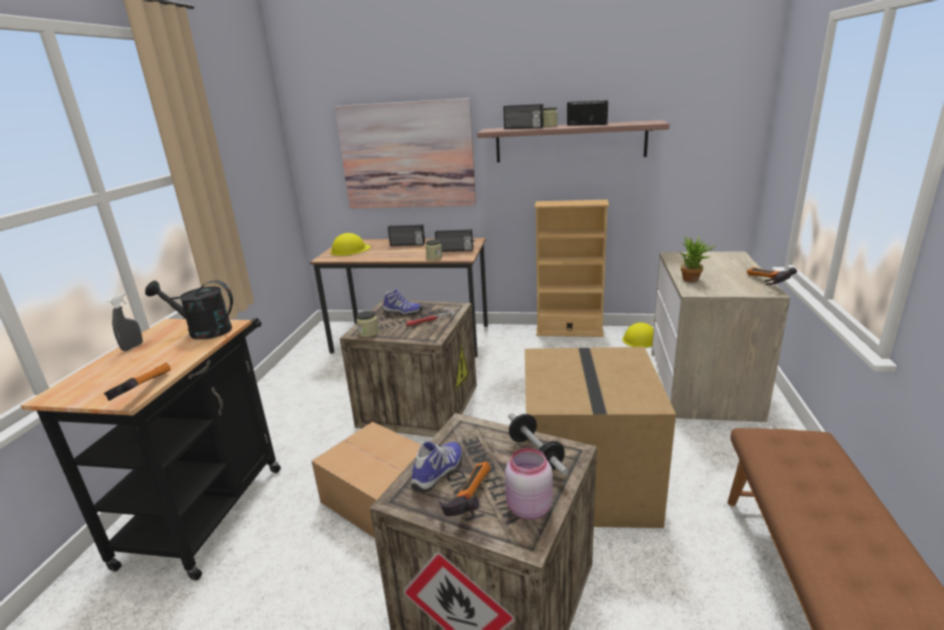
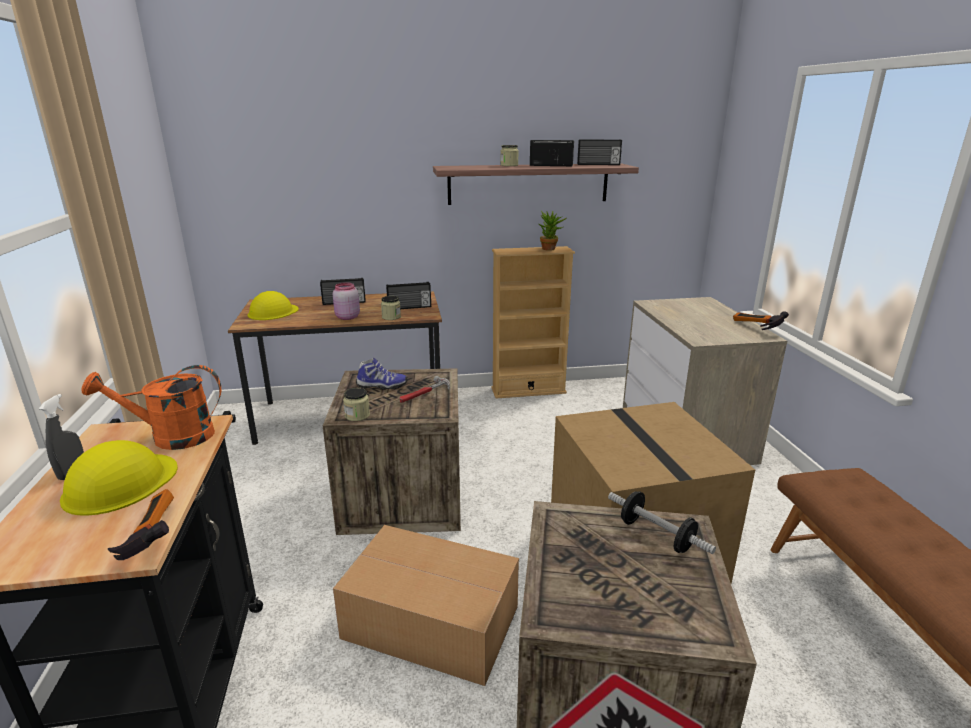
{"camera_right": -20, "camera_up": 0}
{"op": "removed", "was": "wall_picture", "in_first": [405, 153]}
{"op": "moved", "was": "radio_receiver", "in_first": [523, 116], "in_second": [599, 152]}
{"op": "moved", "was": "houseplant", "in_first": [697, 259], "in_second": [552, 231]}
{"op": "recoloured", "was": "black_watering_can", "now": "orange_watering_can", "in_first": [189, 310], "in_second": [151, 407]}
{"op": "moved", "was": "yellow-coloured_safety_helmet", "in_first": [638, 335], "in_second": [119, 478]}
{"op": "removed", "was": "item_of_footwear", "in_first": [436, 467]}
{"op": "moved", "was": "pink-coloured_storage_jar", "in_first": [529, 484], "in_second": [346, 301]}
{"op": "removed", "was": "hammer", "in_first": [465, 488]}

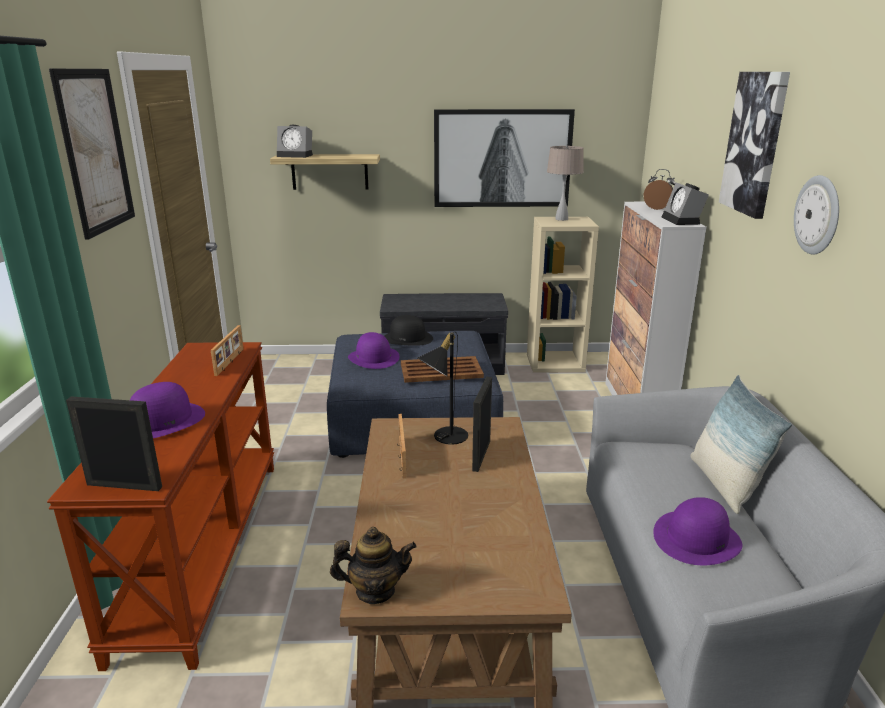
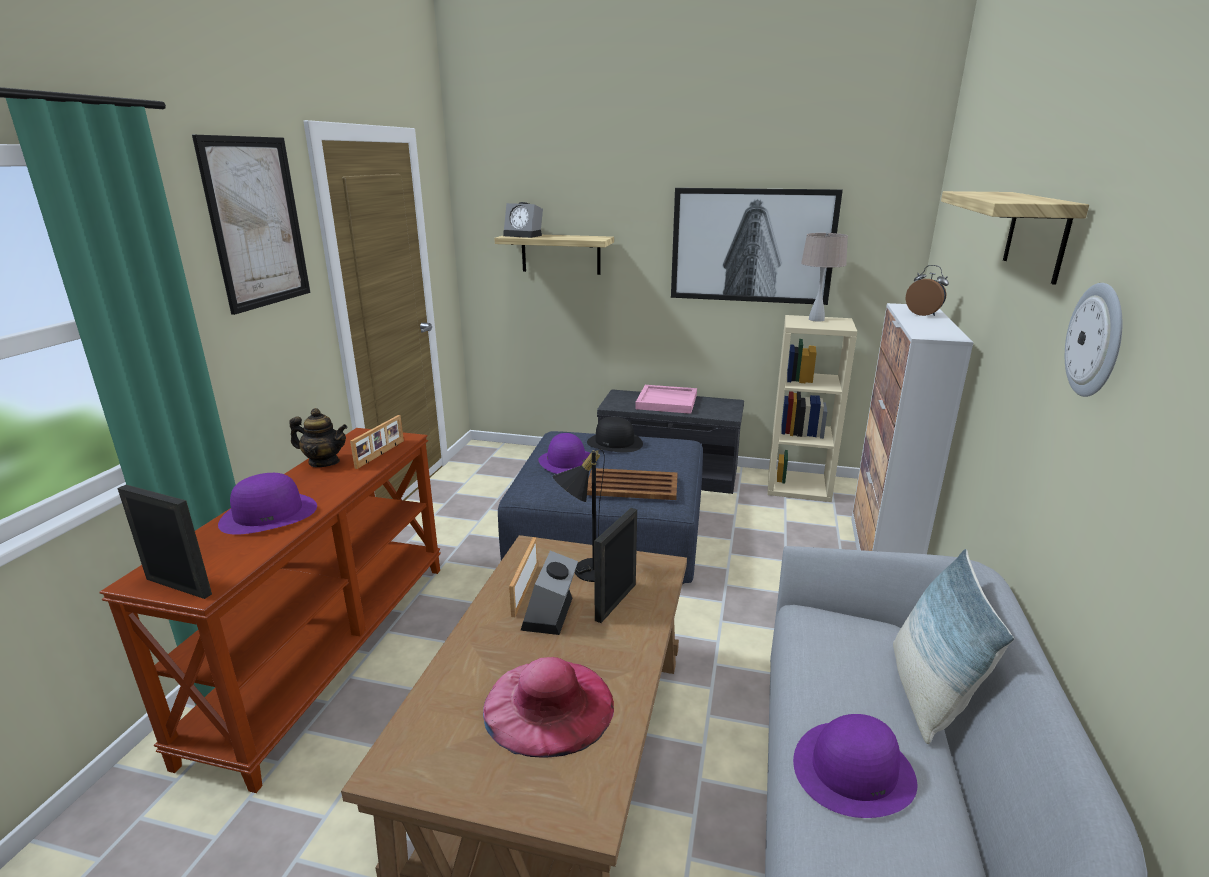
{"camera_right": 15, "camera_up": 0}
{"op": "replaced", "was": "wall_picture", "now": "shelf", "in_first": [754, 145], "in_second": [1015, 238]}
{"op": "moved", "was": "table_clock", "in_first": [685, 203], "in_second": [549, 592]}
{"op": "moved", "was": "pot_for_tea", "in_first": [373, 565], "in_second": [318, 437]}
{"op": "added", "now": "pink-coloured_tray", "in_second": [666, 399]}
{"op": "added", "now": "pink-coloured_hat", "in_second": [548, 707]}

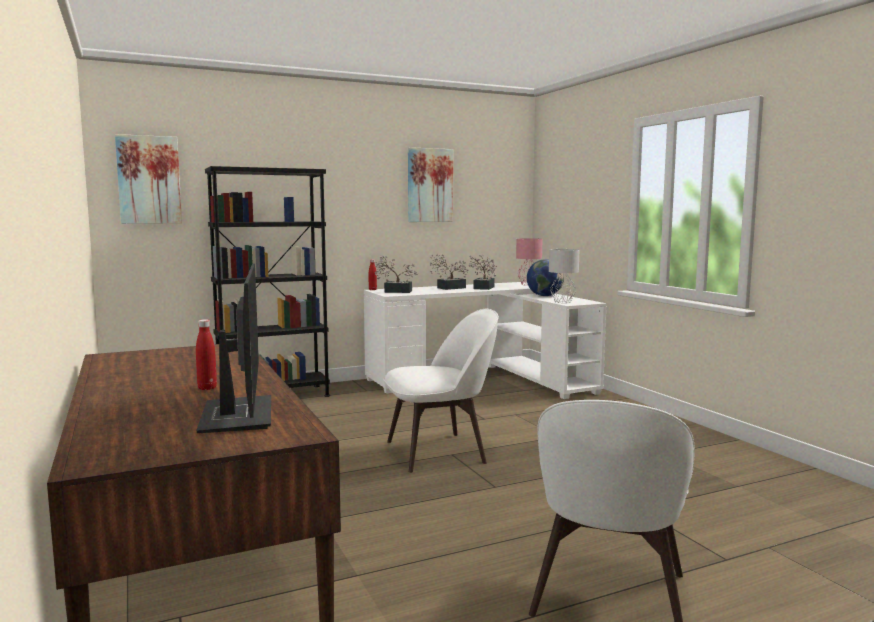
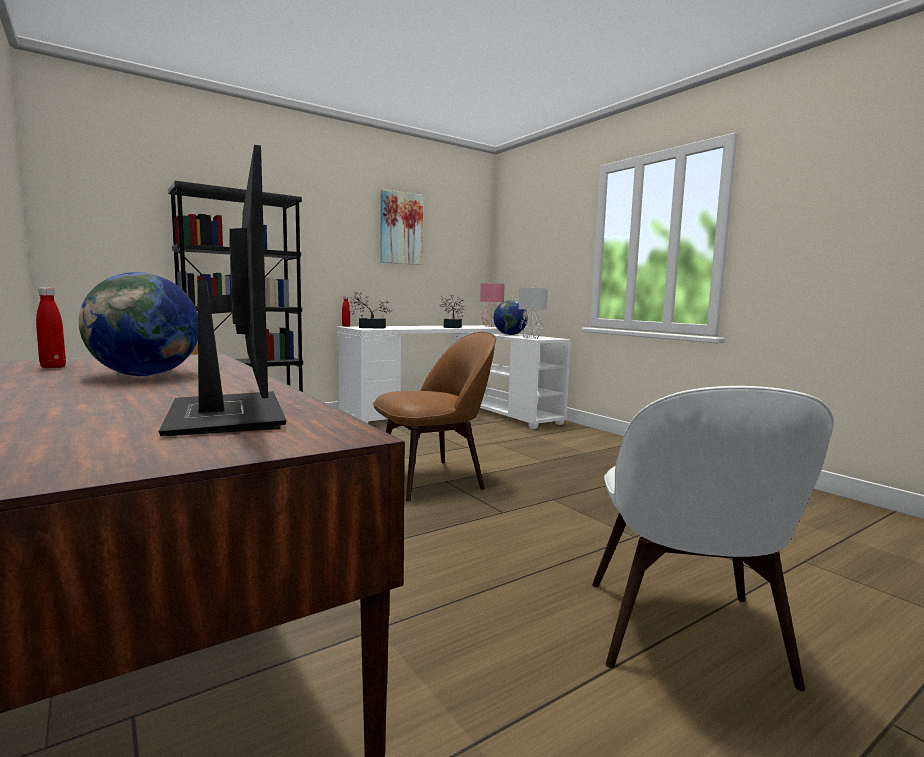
{"camera_right": -10, "camera_up": 0}
{"op": "removed", "was": "wall_picture", "in_first": [148, 179]}
{"op": "removed", "was": "houseplant", "in_first": [449, 272]}
{"op": "recoloured", "was": "white-coloured_upright_chair", "now": "brown_upright_chair", "in_first": [441, 391], "in_second": [434, 417]}
{"op": "moved", "was": "red-coloured_bottle", "in_first": [206, 354], "in_second": [51, 328]}
{"op": "added", "now": "desk_globe", "in_second": [138, 324]}

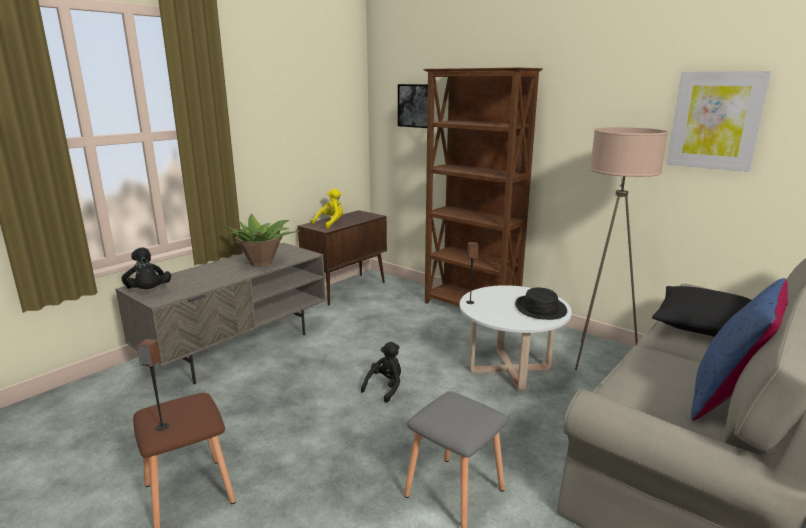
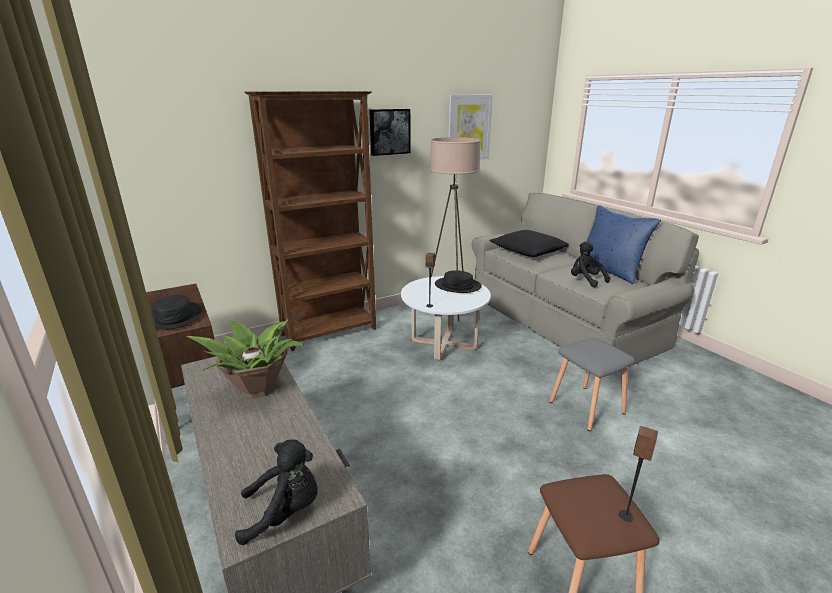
{"camera_right": -70, "camera_up": 5}
{"op": "moved", "was": "wall_picture", "in_first": [413, 106], "in_second": [390, 132]}
{"op": "replaced", "was": "yellow-coloured_cuddly_toy", "now": "black_hat", "in_first": [327, 208], "in_second": [176, 312]}
{"op": "moved", "was": "black_cuddly_toy", "in_first": [381, 372], "in_second": [590, 264]}

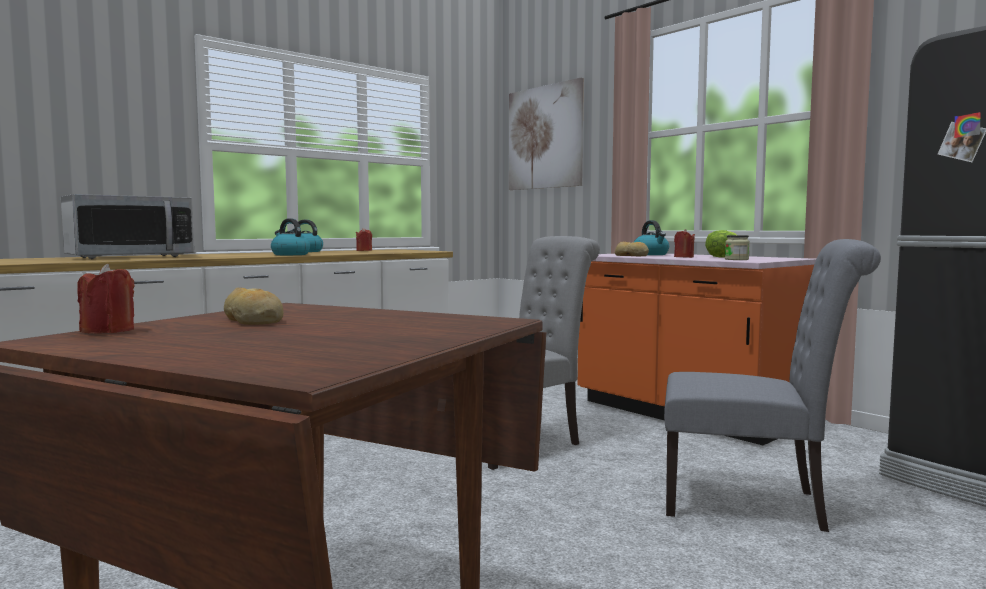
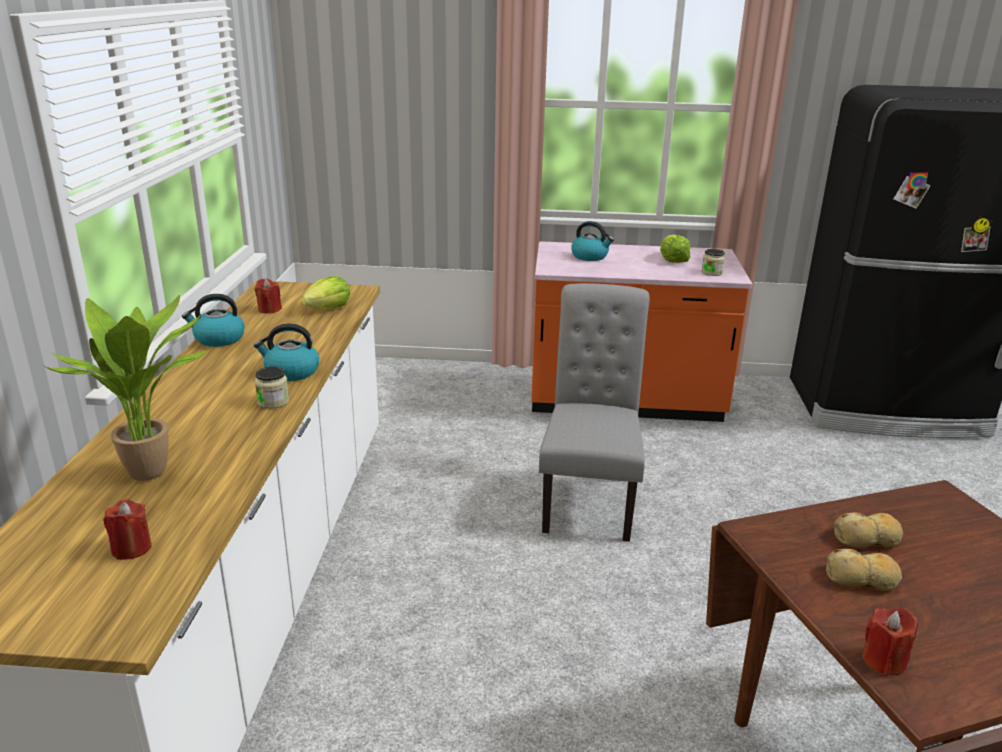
{"camera_right": -45, "camera_up": 20}
{"op": "removed", "was": "wall_picture", "in_first": [546, 133]}
{"op": "replaced", "was": "microwave_oven", "now": "houseplant", "in_first": [127, 226], "in_second": [125, 388]}
{"op": "moved", "was": "red-coloured_candle", "in_first": [684, 243], "in_second": [127, 529]}
{"op": "removed", "was": "greyish_upright_chair", "in_first": [772, 385]}
{"op": "moved", "was": "bread", "in_first": [631, 249], "in_second": [868, 530]}
{"op": "added", "now": "head_of_lettuce", "in_second": [325, 292]}
{"op": "added", "now": "storage_jar", "in_second": [272, 388]}

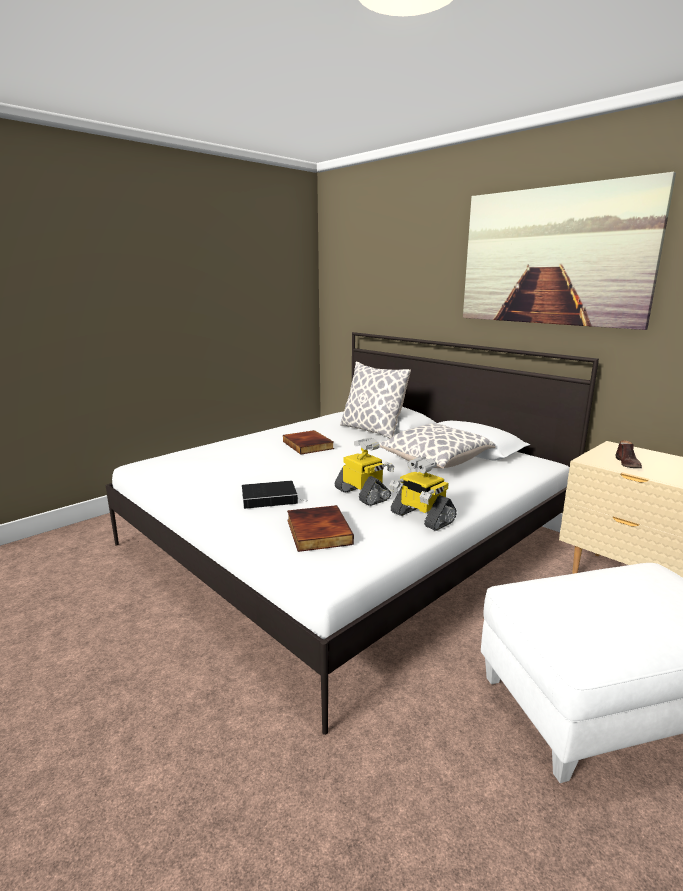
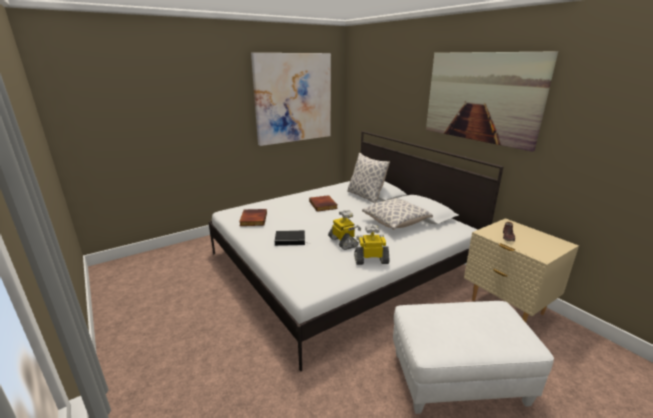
{"camera_right": 10, "camera_up": 5}
{"op": "turned", "was": "robot_figure", "in_first": [422, 494], "in_second": [372, 244], "clockwise": 120}
{"op": "moved", "was": "bound_book", "in_first": [320, 528], "in_second": [253, 217]}
{"op": "added", "now": "wall_picture", "in_second": [291, 99]}

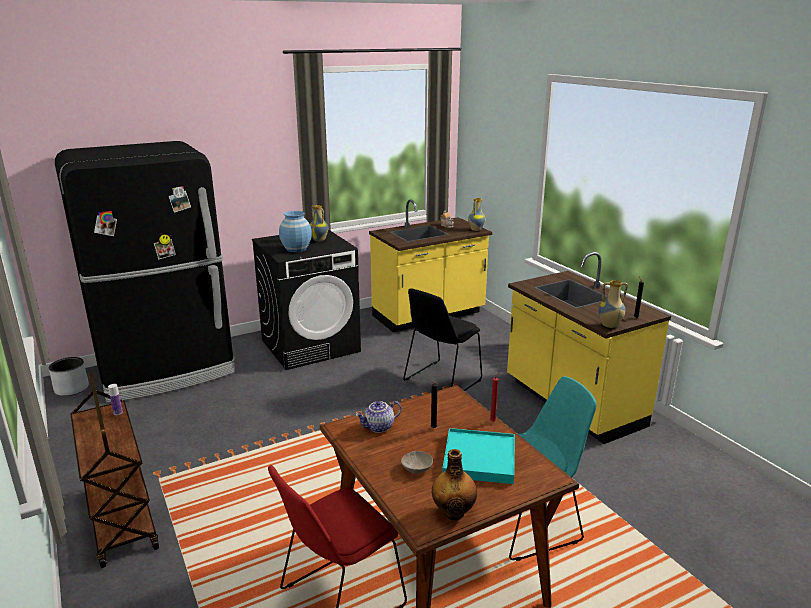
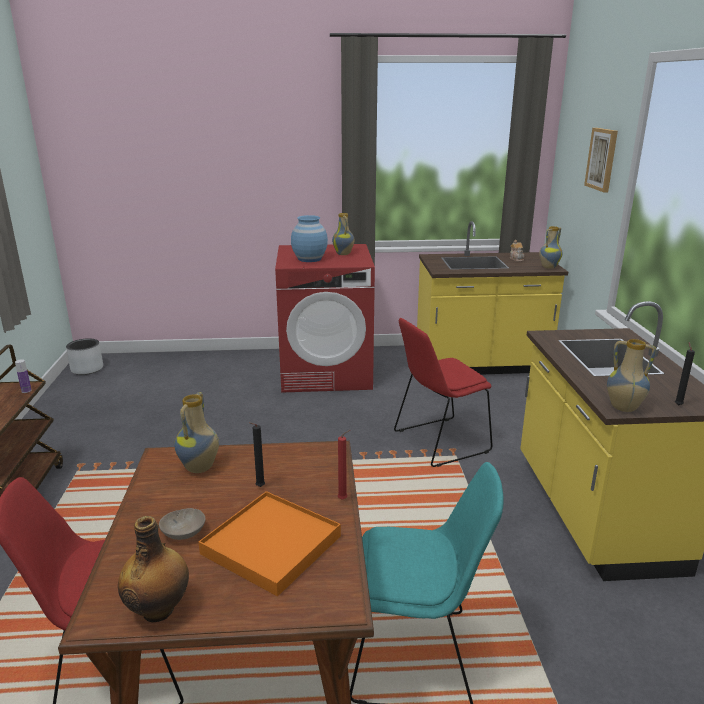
{"camera_right": 25, "camera_up": 0}
{"op": "removed", "was": "black_kitchen_fridge", "in_first": [145, 272]}
{"op": "recoloured", "was": "black_laundry_machine", "now": "red-coloured_laundry_machine", "in_first": [306, 299], "in_second": [325, 318]}
{"op": "recoloured", "was": "black_upright_chair", "now": "red-coloured_upright_chair", "in_first": [442, 339], "in_second": [443, 392]}
{"op": "replaced", "was": "pot_for_tea", "now": "vase", "in_first": [378, 417], "in_second": [197, 432]}
{"op": "recoloured", "was": "turquoise_tray", "now": "orange_tray", "in_first": [478, 456], "in_second": [269, 544]}
{"op": "added", "now": "wall_picture", "in_second": [601, 160]}

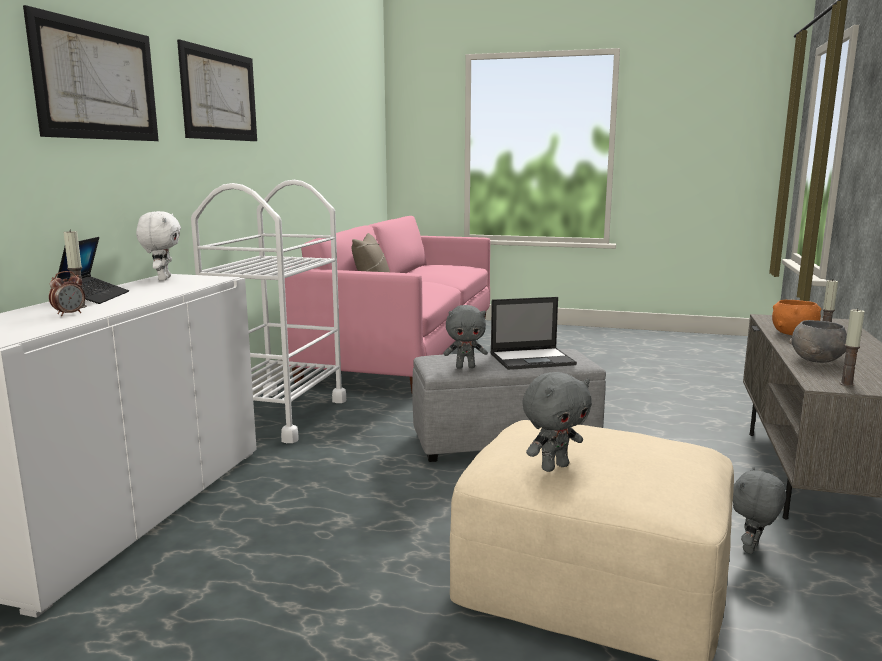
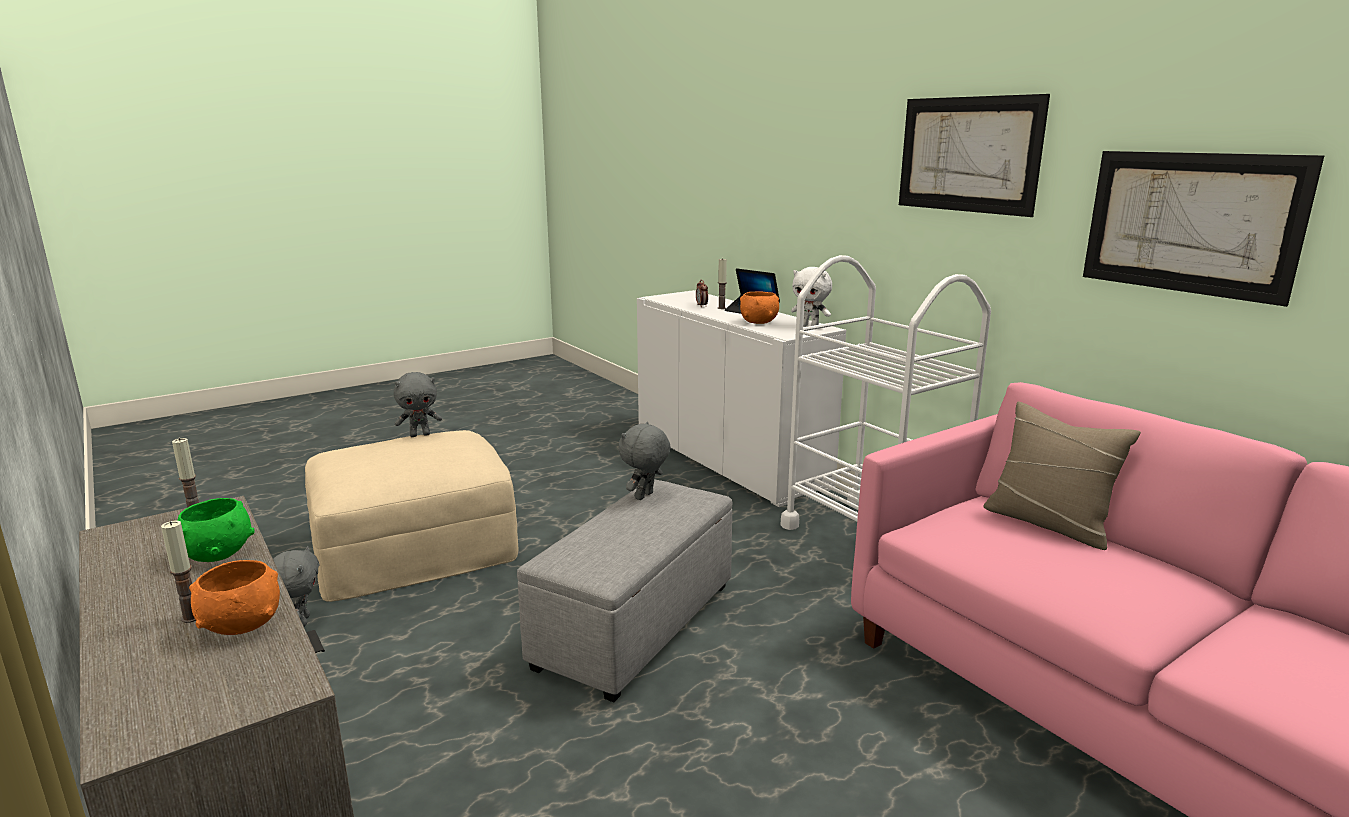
{"camera_right": 130, "camera_up": 5}
{"op": "moved", "was": "wall_picture", "in_first": [91, 73], "in_second": [1203, 229]}
{"op": "removed", "was": "notebook_computer", "in_first": [533, 333]}
{"op": "recoloured", "was": "greyish_serving_bowl", "now": "greenish_serving_bowl", "in_first": [818, 341], "in_second": [216, 530]}
{"op": "turned", "was": "greyish_cuddly_toy", "in_first": [557, 422], "in_second": [418, 404], "clockwise": -120}
{"op": "added", "now": "orange_serving_bowl", "in_second": [759, 307]}

